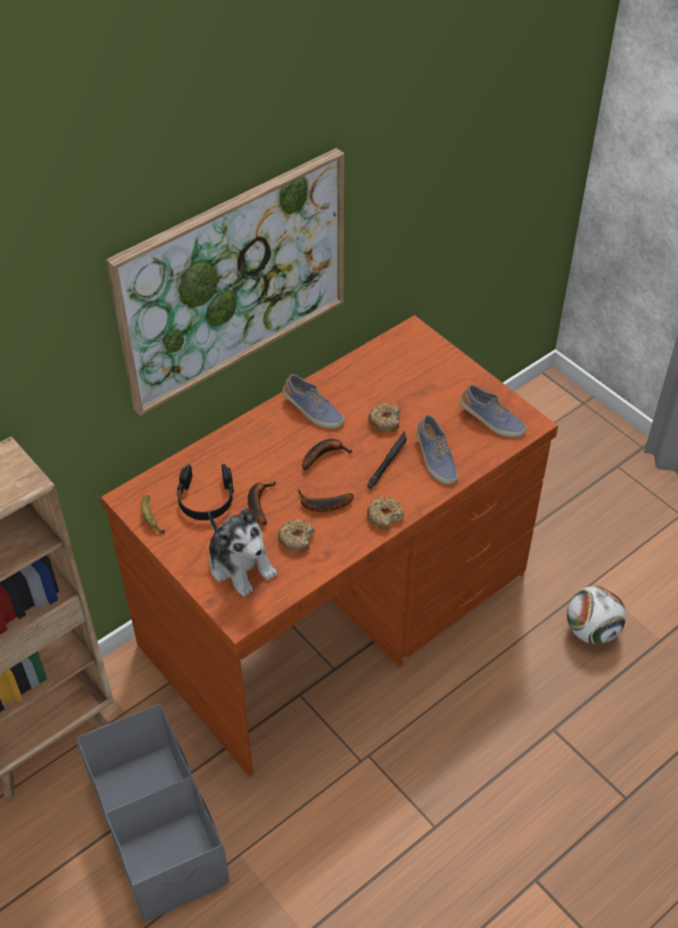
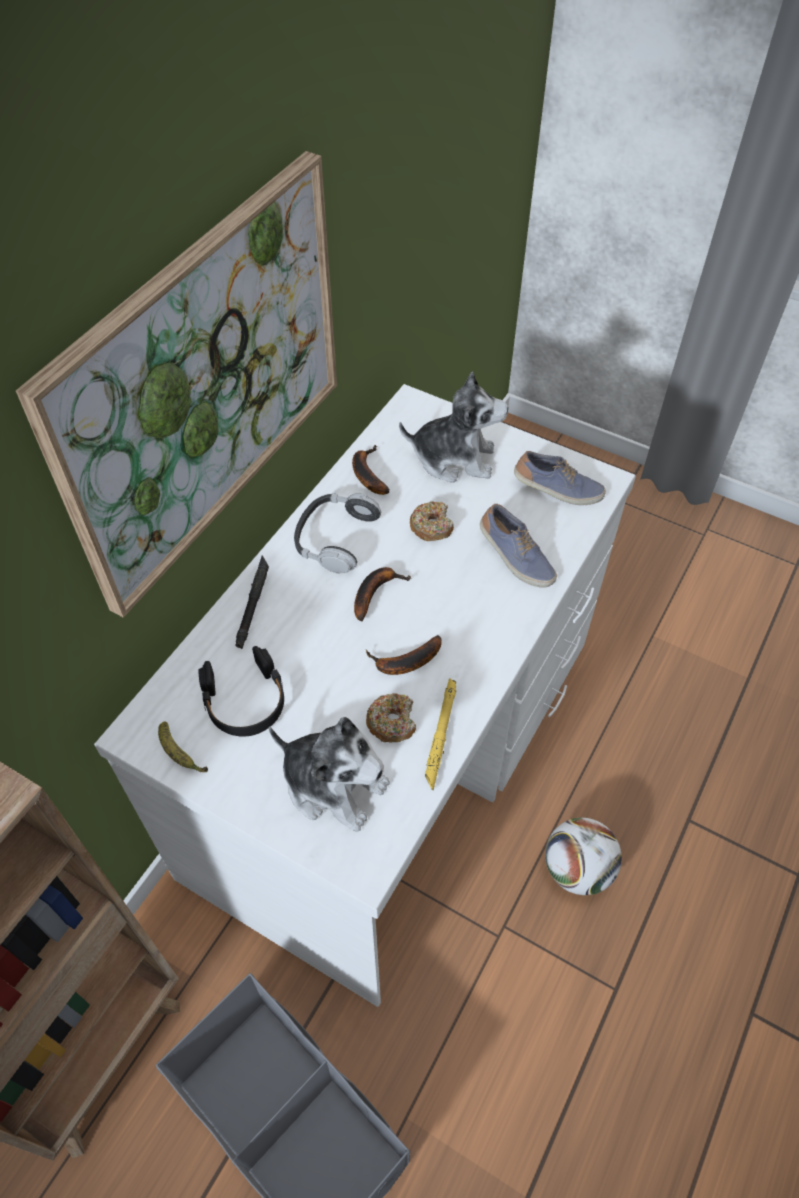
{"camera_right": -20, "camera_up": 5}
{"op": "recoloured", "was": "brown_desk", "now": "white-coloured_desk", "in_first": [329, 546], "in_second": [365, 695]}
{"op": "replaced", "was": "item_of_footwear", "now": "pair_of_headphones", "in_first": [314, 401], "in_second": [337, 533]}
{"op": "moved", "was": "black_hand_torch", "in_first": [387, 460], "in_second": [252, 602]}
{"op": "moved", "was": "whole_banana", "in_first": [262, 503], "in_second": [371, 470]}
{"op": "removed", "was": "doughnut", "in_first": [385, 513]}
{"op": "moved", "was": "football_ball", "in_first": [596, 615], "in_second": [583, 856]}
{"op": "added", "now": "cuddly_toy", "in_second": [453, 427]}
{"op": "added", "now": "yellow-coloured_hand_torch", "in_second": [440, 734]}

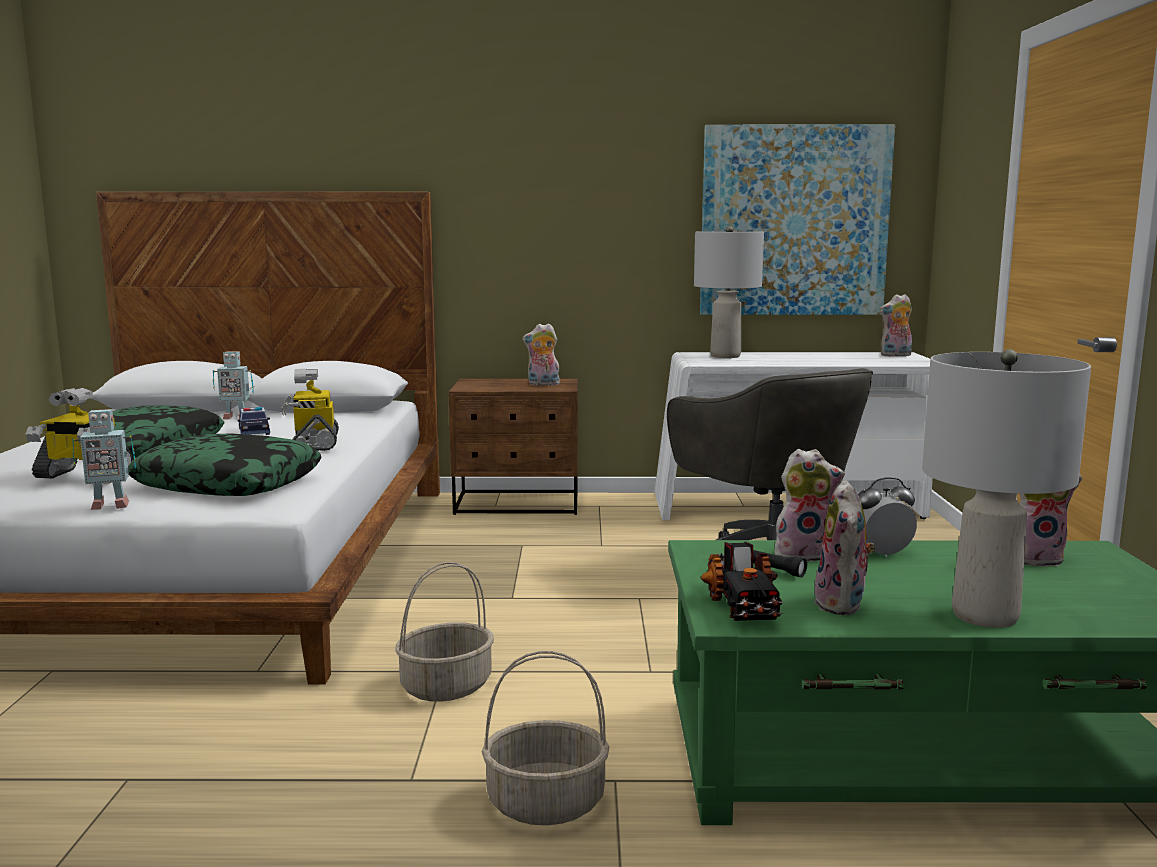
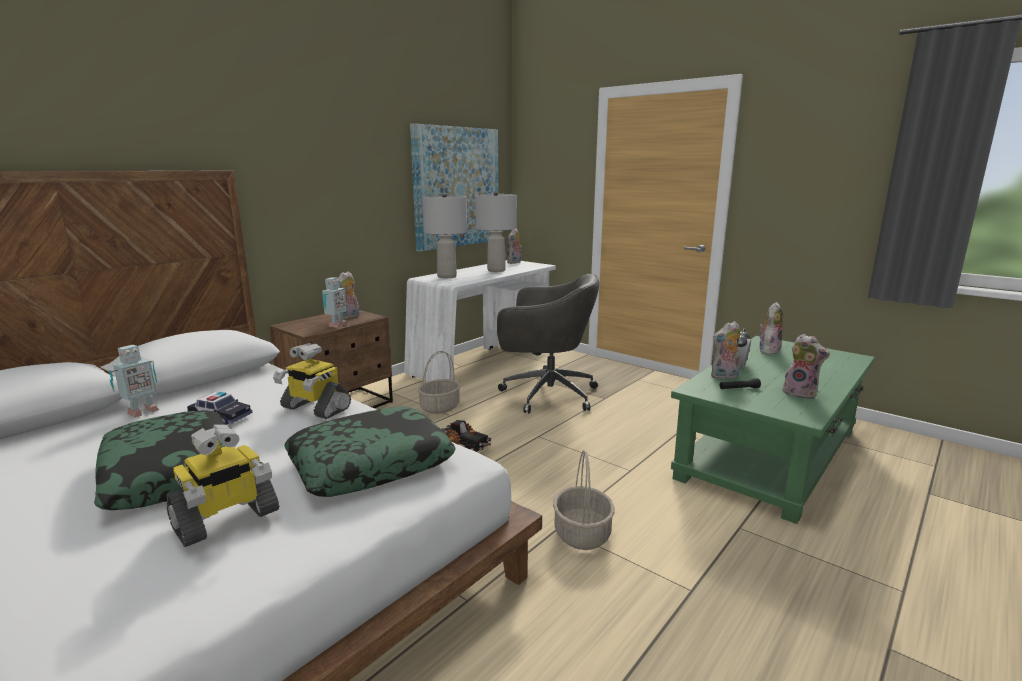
{"camera_right": -50, "camera_up": 5}
{"op": "moved", "was": "greyish_table_lamp", "in_first": [1006, 488], "in_second": [496, 231]}
{"op": "moved", "was": "robot_figure", "in_first": [104, 459], "in_second": [335, 302]}
{"op": "turned", "was": "cuddly_toy", "in_first": [809, 505], "in_second": [725, 350], "clockwise": -150}
{"op": "moved", "was": "model_truck", "in_first": [742, 581], "in_second": [466, 436]}
{"op": "moved", "was": "basket", "in_first": [545, 738], "in_second": [439, 382]}

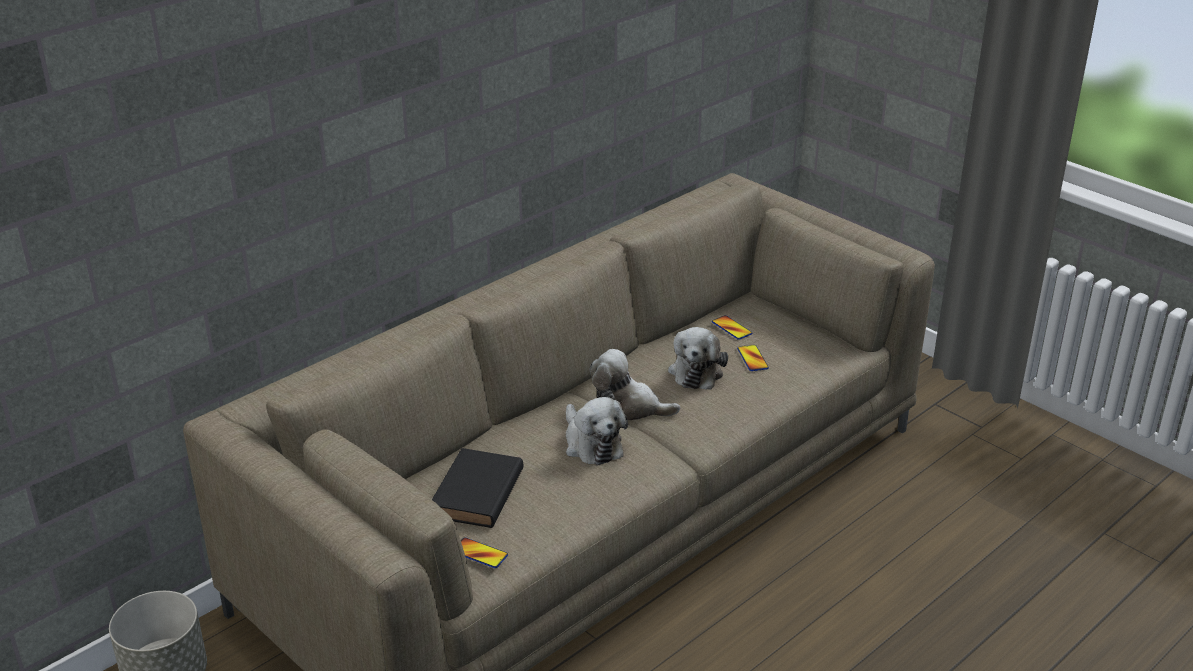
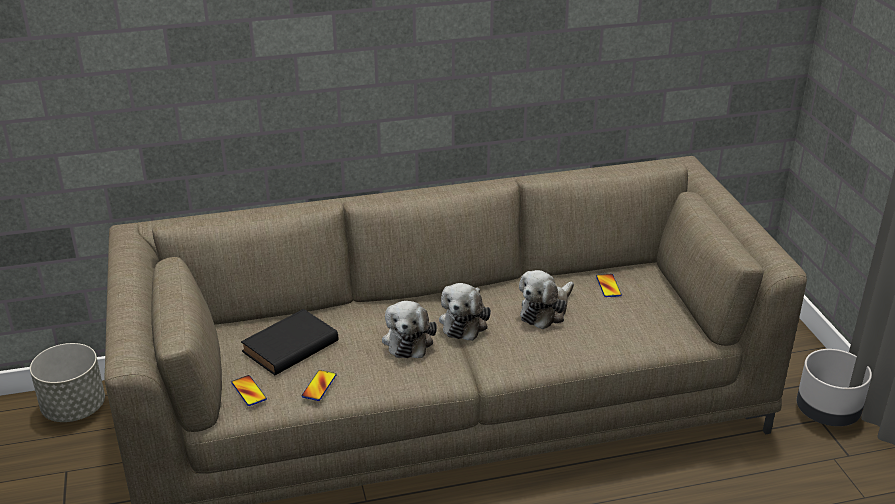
{"camera_right": 30, "camera_up": 0}
{"op": "moved", "was": "phone", "in_first": [753, 358], "in_second": [318, 385]}
{"op": "turned", "was": "cuddly_toy", "in_first": [635, 384], "in_second": [465, 312], "clockwise": -120}
{"op": "added", "now": "greyish_flower_pot", "in_second": [834, 387]}

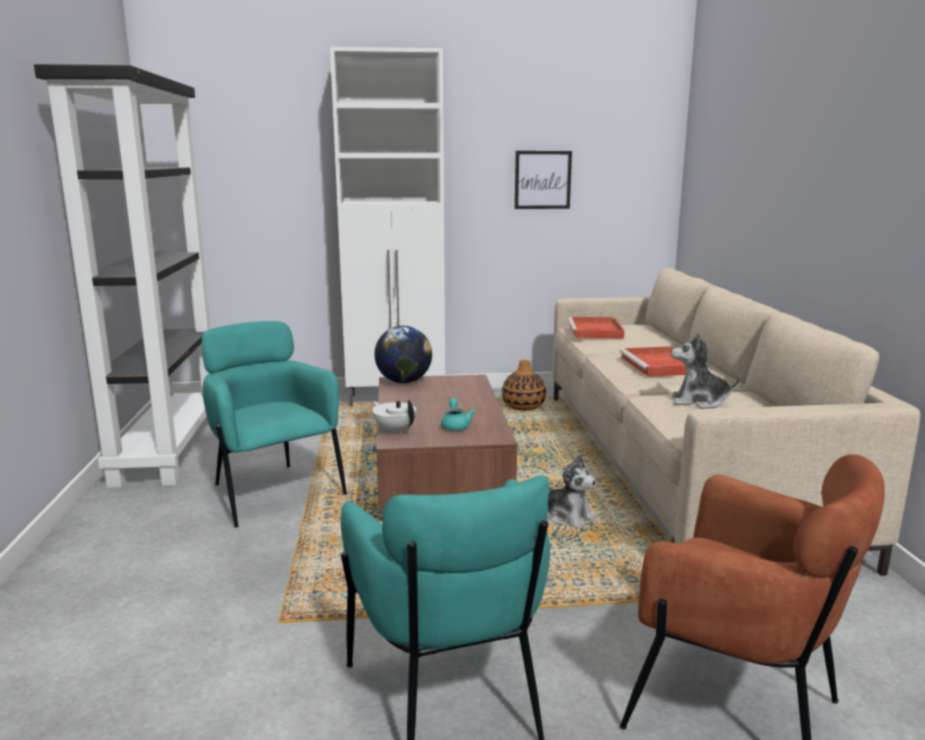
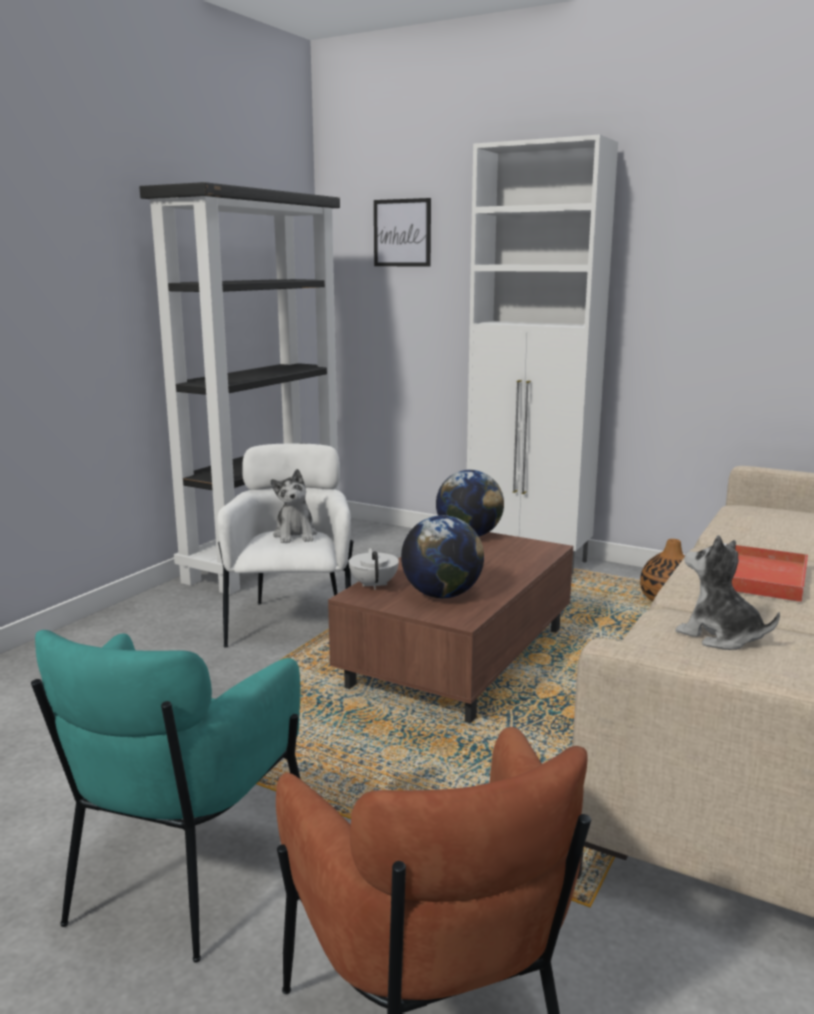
{"camera_right": 35, "camera_up": 0}
{"op": "moved", "was": "wall_picture", "in_first": [543, 180], "in_second": [402, 232]}
{"op": "removed", "was": "red-coloured_tray", "in_first": [596, 327]}
{"op": "recoloured", "was": "turquoise_armchair", "now": "white-coloured_armchair", "in_first": [274, 424], "in_second": [285, 545]}
{"op": "replaced", "was": "turquoise_pot_for_tea", "now": "desk_globe", "in_first": [458, 414], "in_second": [442, 556]}
{"op": "moved", "was": "cuddly_toy", "in_first": [572, 491], "in_second": [294, 506]}

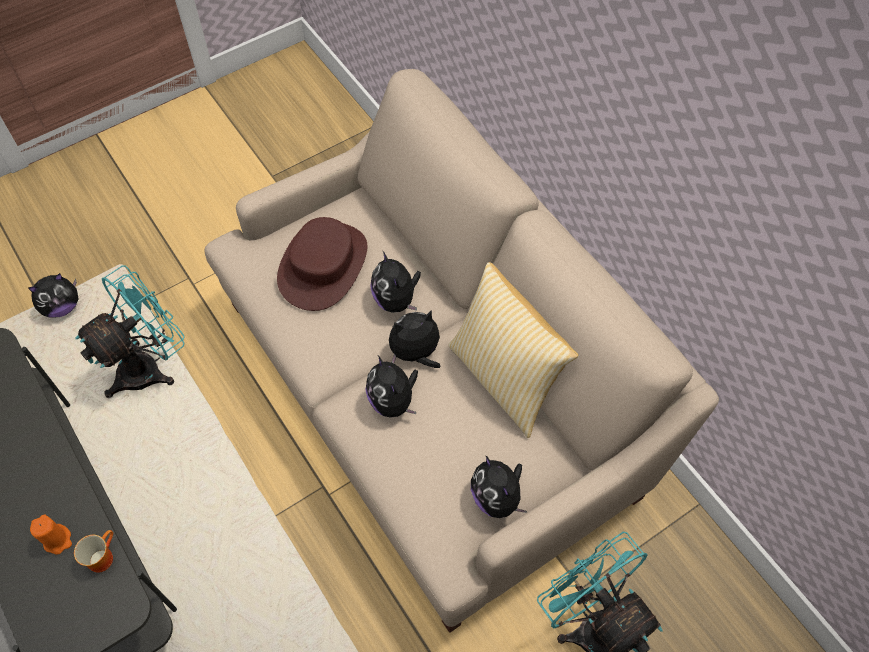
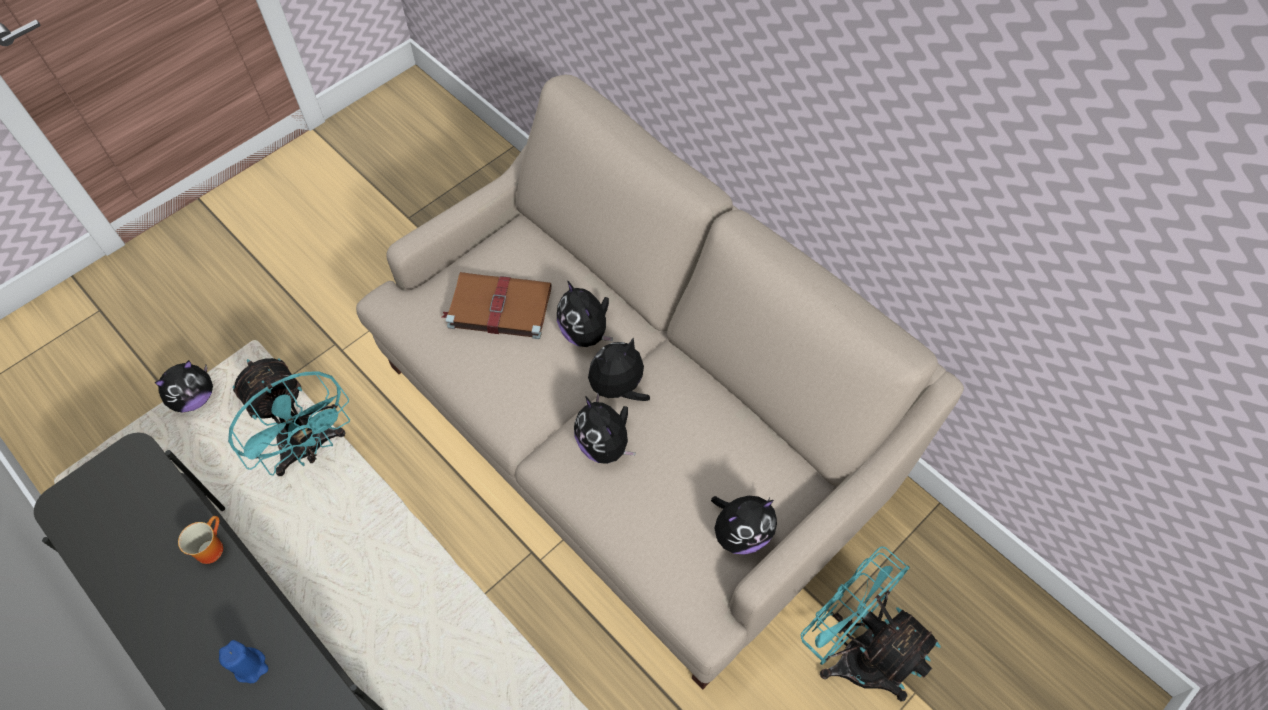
{"camera_right": -10, "camera_up": 0}
{"op": "replaced", "was": "brown_hat", "now": "brown_bound_book", "in_first": [322, 264], "in_second": [497, 305]}
{"op": "removed", "was": "throw_pillow", "in_first": [513, 350]}
{"op": "turned", "was": "turquoise_fan", "in_first": [130, 331], "in_second": [289, 417], "clockwise": 105}
{"op": "turned", "was": "cuddly_toy", "in_first": [499, 487], "in_second": [744, 525], "clockwise": -75}
{"op": "recoloured", "was": "orange_candle", "now": "blue_candle", "in_first": [51, 535], "in_second": [243, 661]}
{"op": "moved", "was": "mug", "in_first": [93, 551], "in_second": [200, 540]}

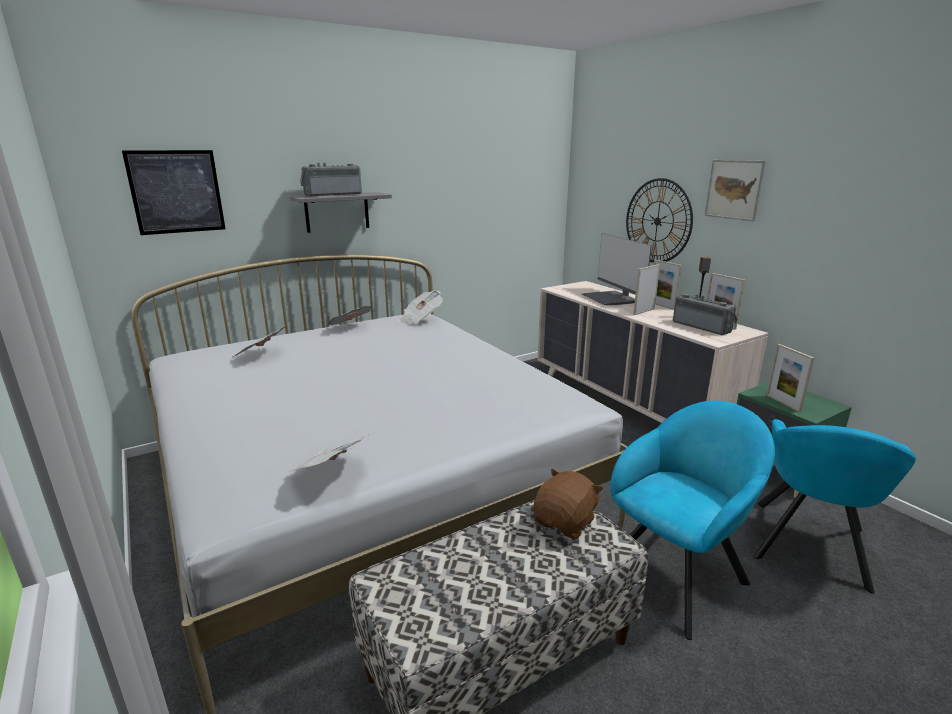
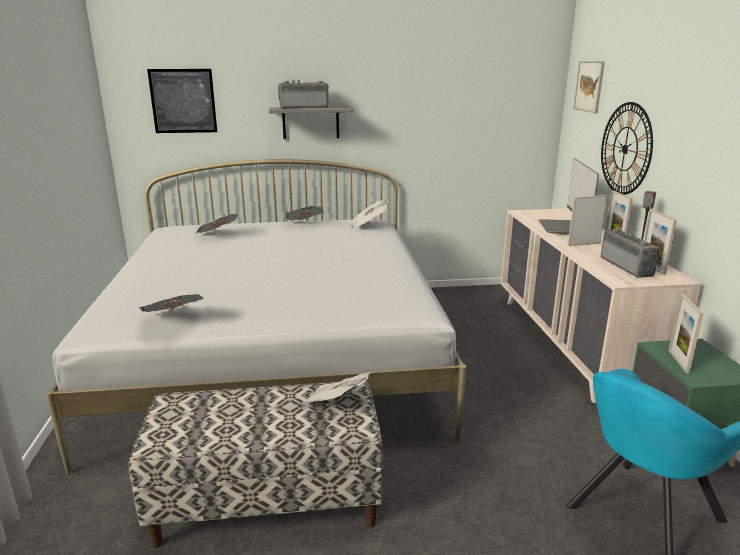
{"camera_right": 25, "camera_up": 0}
{"op": "moved", "was": "wall_picture", "in_first": [735, 191], "in_second": [589, 87]}
{"op": "removed", "was": "turquoise_armchair", "in_first": [693, 520]}
{"op": "replaced", "was": "brown_cuddly_toy", "now": "newspaper", "in_first": [568, 504], "in_second": [337, 387]}

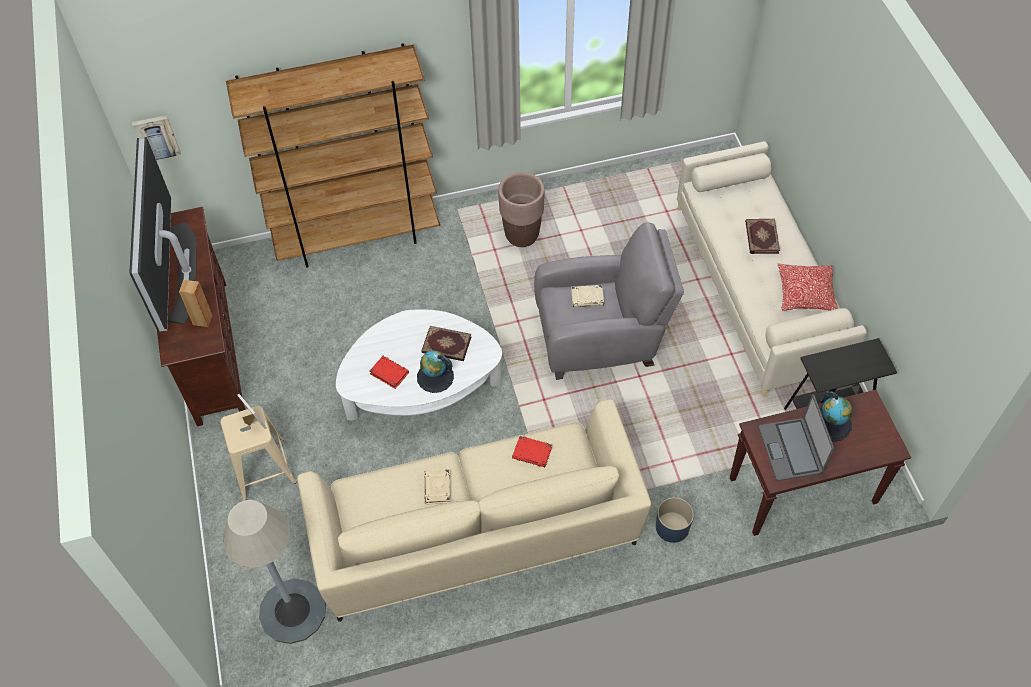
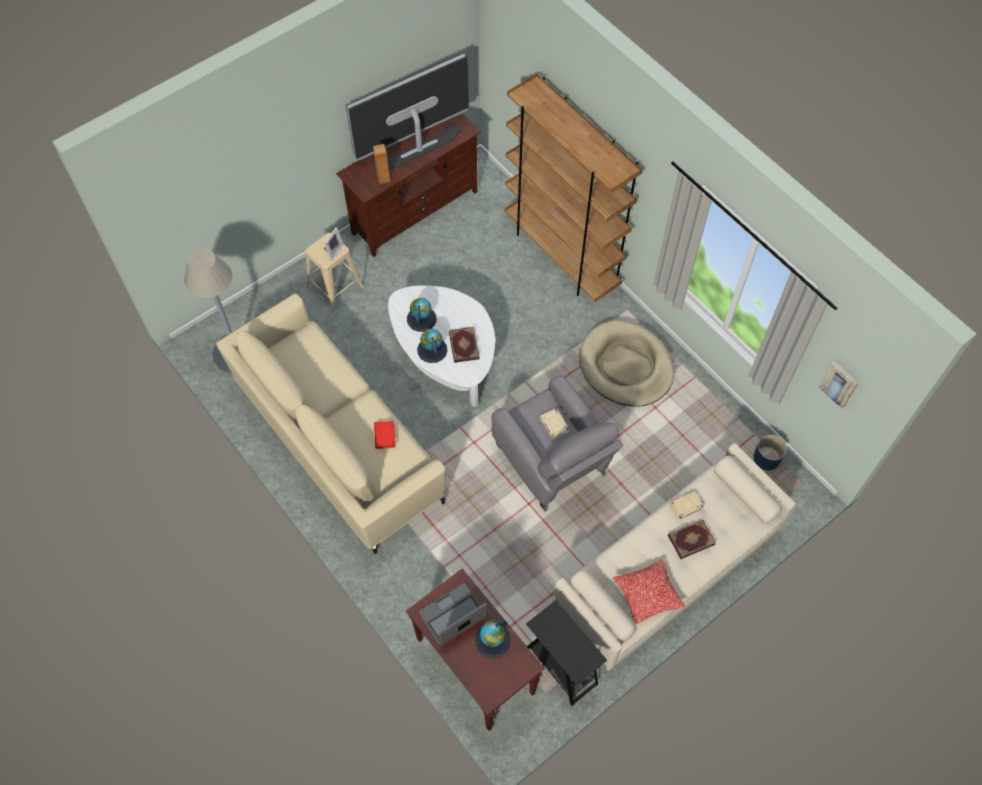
{"camera_right": 65, "camera_up": 5}
{"op": "moved", "was": "wall_picture", "in_first": [156, 137], "in_second": [839, 384]}
{"op": "replaced", "was": "brown_flower_pot", "now": "beige_dog_cushion", "in_first": [521, 209], "in_second": [626, 363]}
{"op": "replaced", "was": "red-coloured_bound_book", "now": "desk_globe", "in_first": [389, 372], "in_second": [421, 315]}
{"op": "moved", "was": "beige_bound_book", "in_first": [437, 487], "in_second": [686, 505]}
{"op": "moved", "was": "blue_flower_pot", "in_first": [675, 520], "in_second": [770, 452]}

